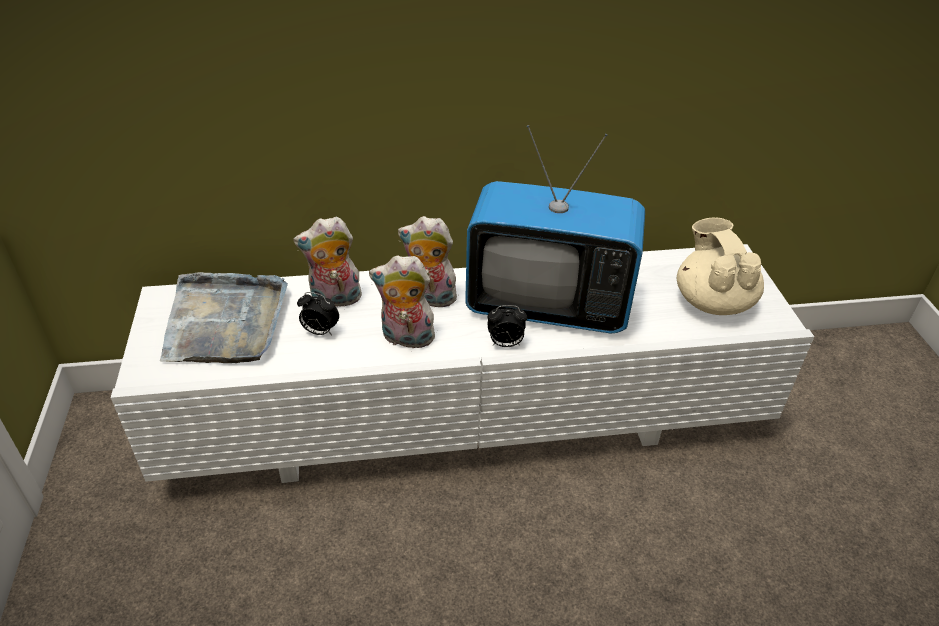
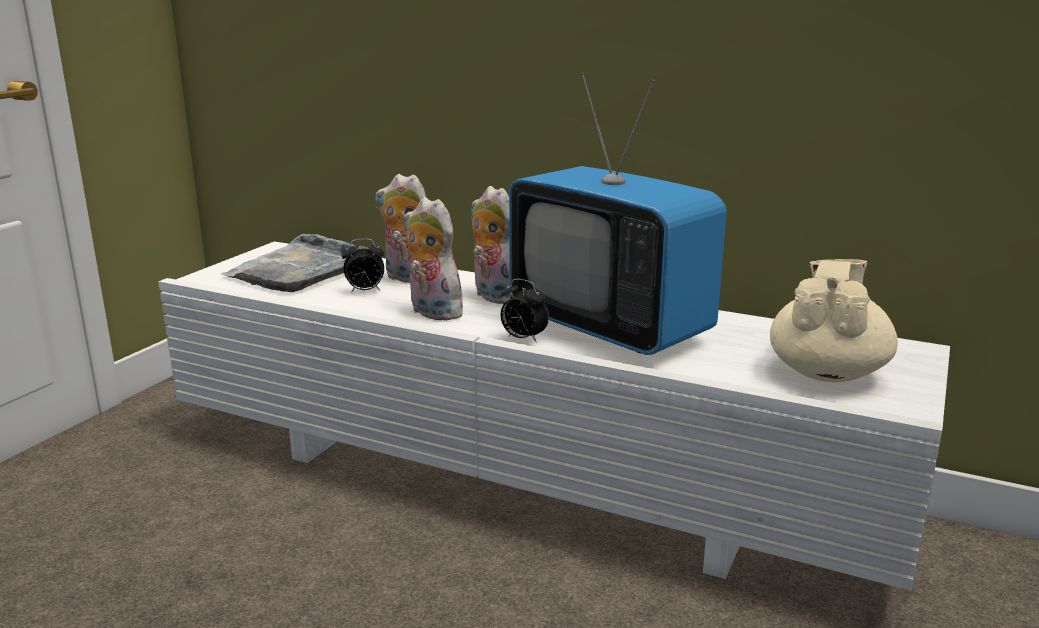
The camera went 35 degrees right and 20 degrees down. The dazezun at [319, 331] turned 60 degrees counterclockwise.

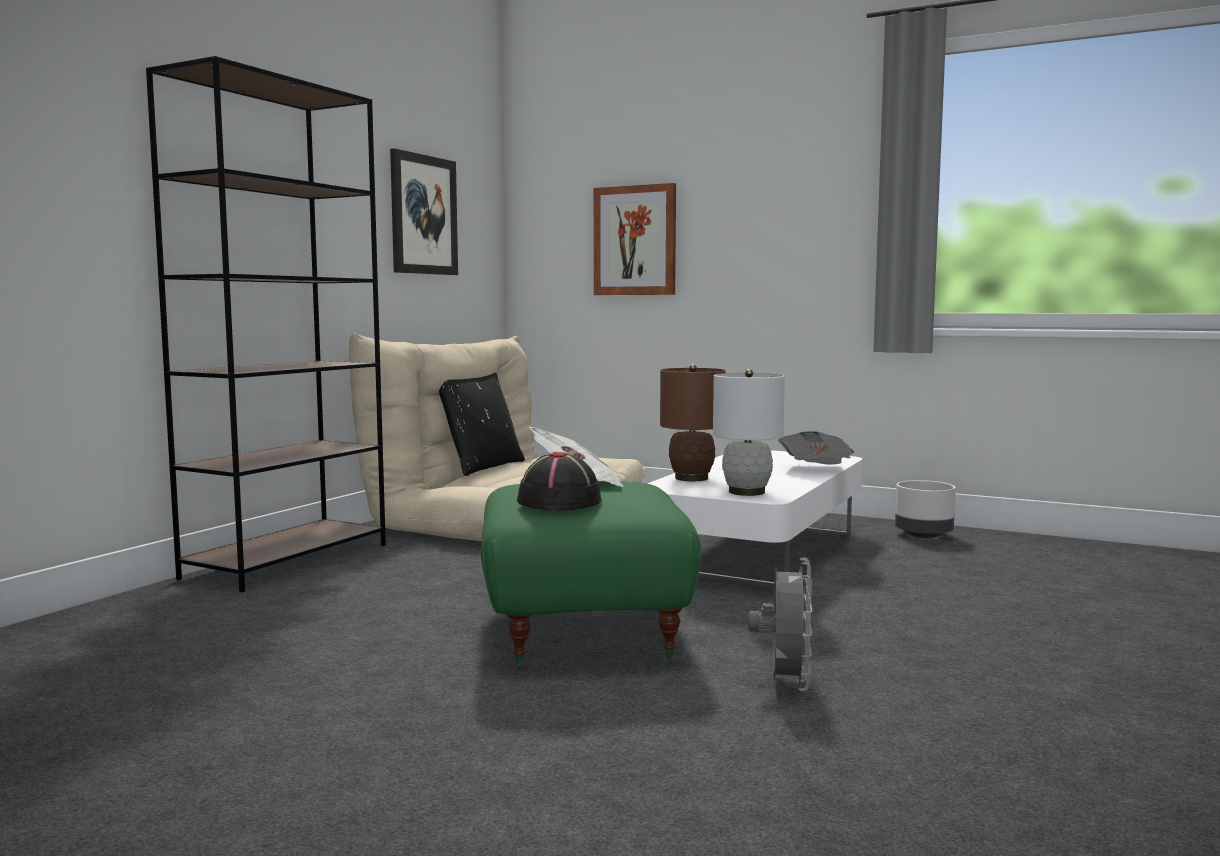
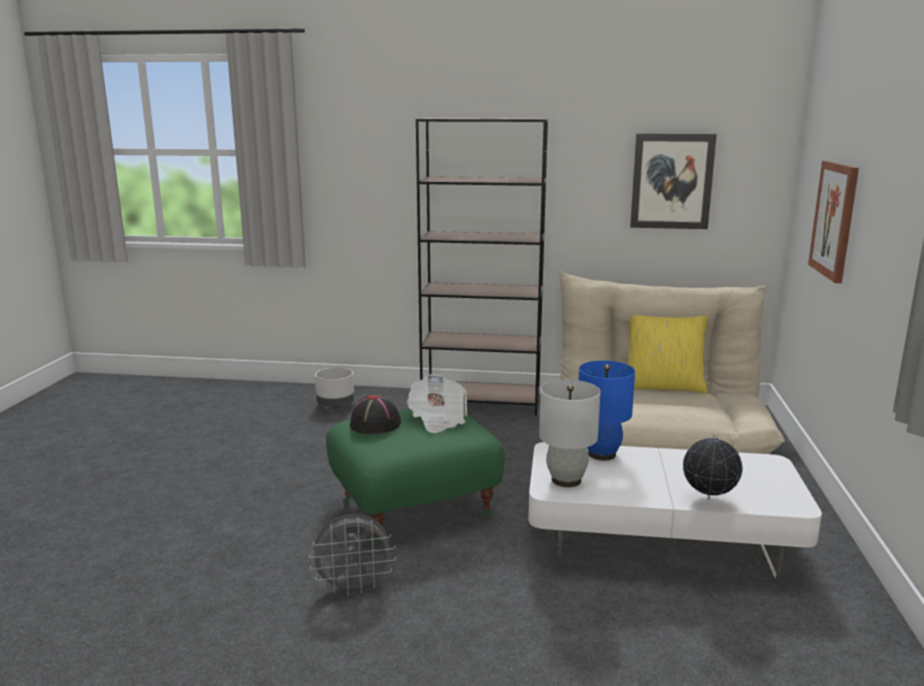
The camera went 70 degrees right and 10 degrees up. The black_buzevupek at [482, 467] became the yellow_buzevupek at [663, 386]. The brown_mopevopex at [692, 478] became the blue_mopevopex at [602, 454]. The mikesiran at [817, 469] was replaced by the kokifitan at [709, 499]. The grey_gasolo moved from [924, 535] to [336, 405].

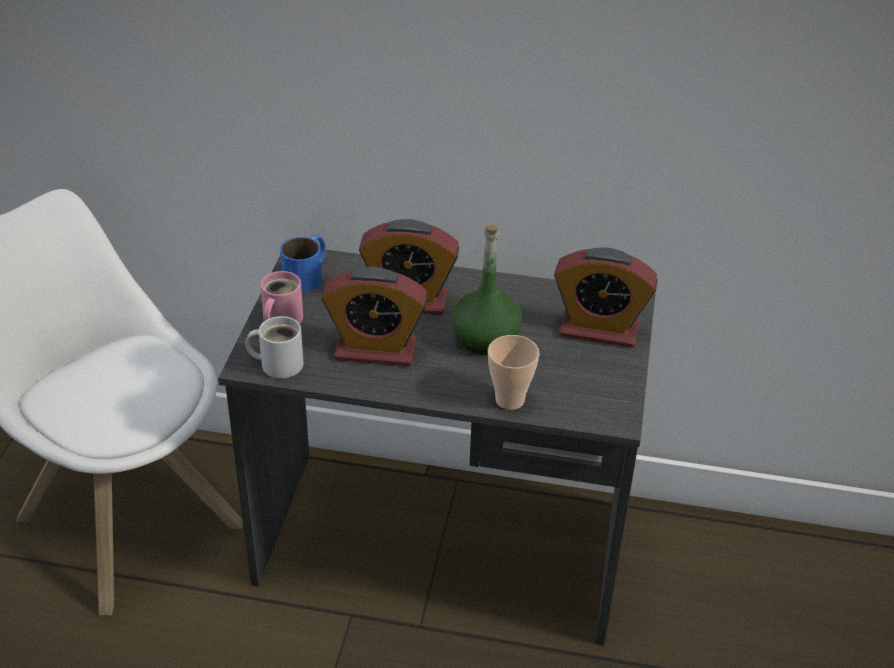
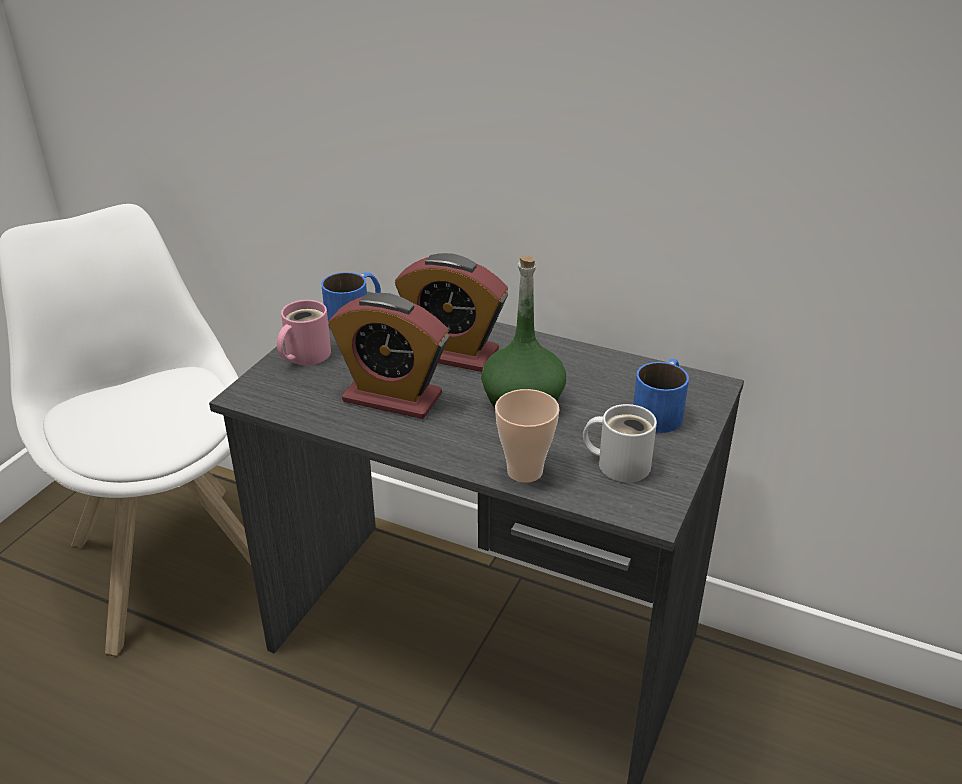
The camera went 15 degrees right and 5 degrees down. The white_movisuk moved from [278, 363] to [619, 463]. The dazezun at [598, 330] was replaced by the blue_movisuk at [661, 410].

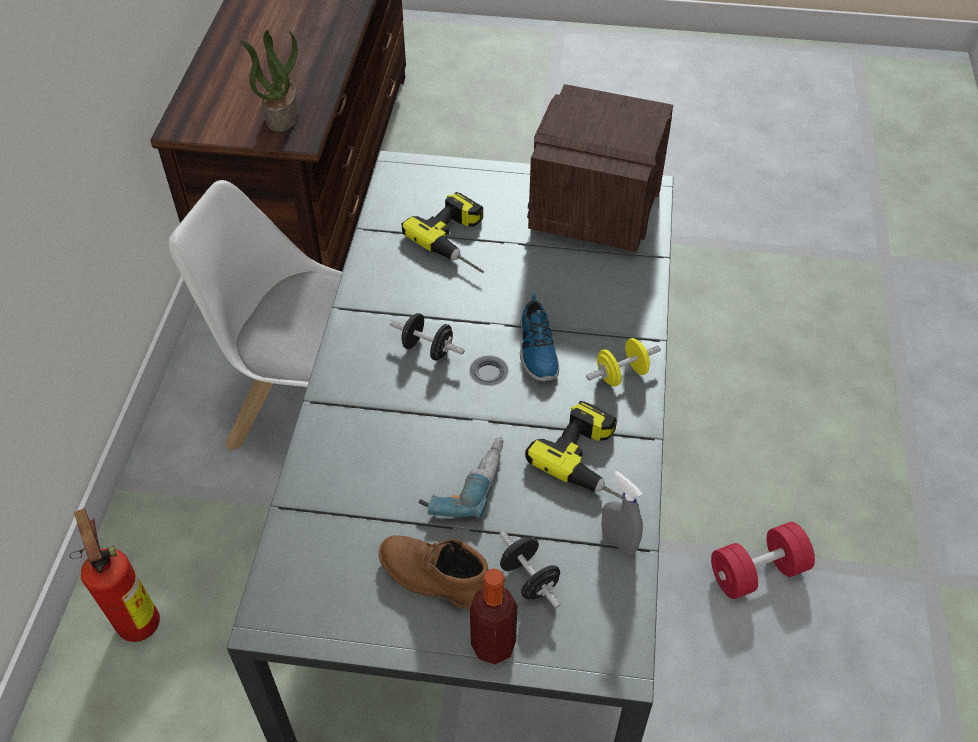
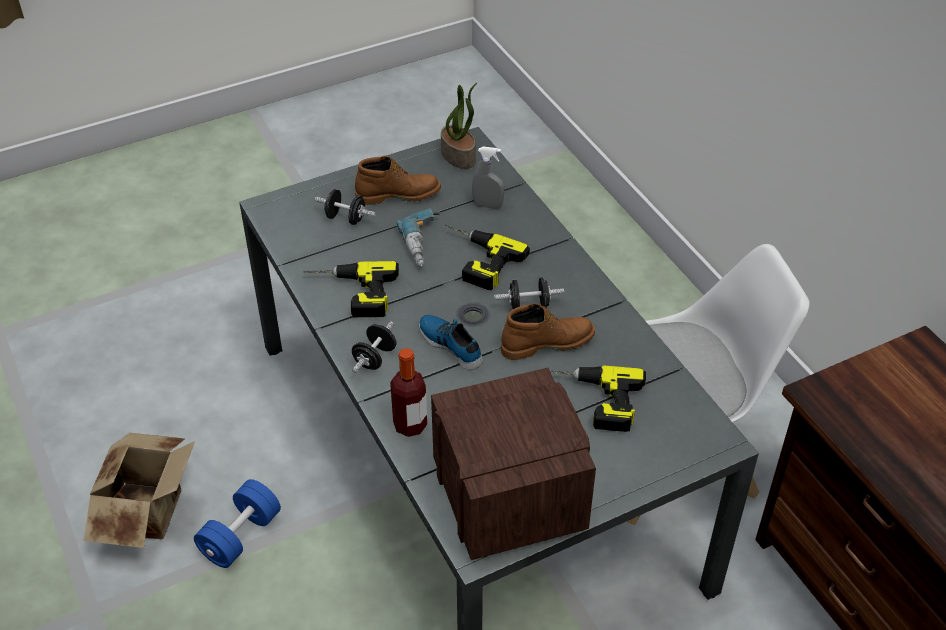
The camera went 145 degrees right and 5 degrees down. The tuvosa at [138, 618] disappeared. The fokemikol moved from [281, 115] to [459, 156]. The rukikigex moved from [493, 644] to [410, 425]. The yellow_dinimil at [621, 374] became the black_dinimil at [375, 358]. The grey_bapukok moved from [618, 541] to [487, 205]. The red_dinimil at [757, 572] became the blue_dinimil at [240, 536]. The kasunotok at [151, 511] appeared. The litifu at [474, 260] appeared. The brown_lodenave at [547, 342] appeared.

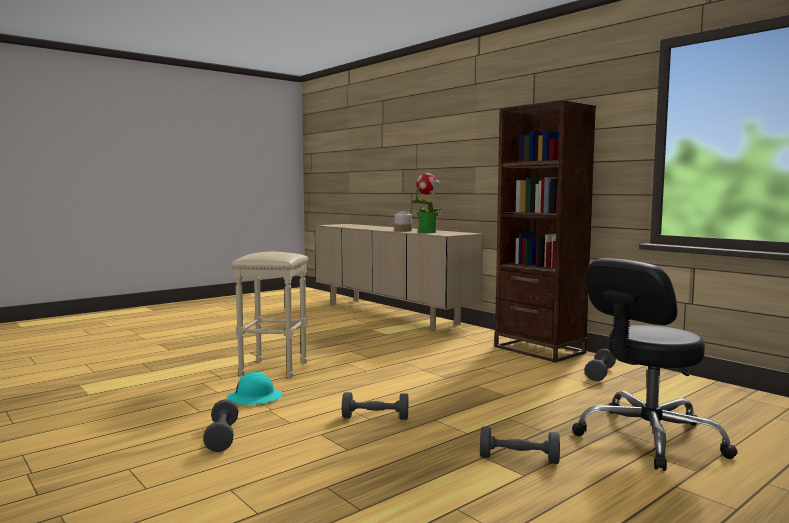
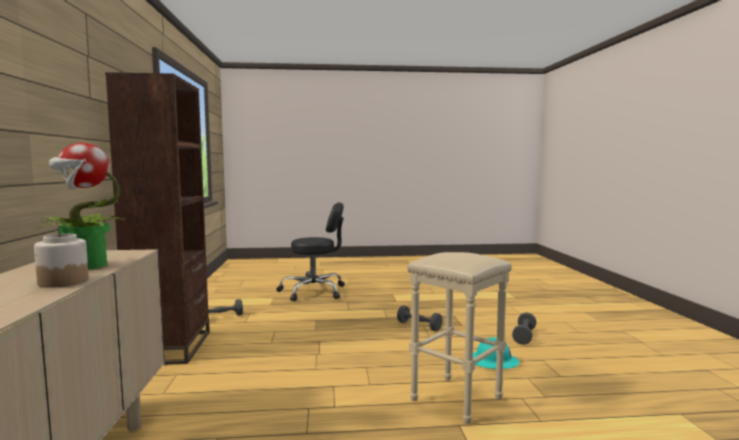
The camera went 145 degrees left and 0 degrees up. The grey_dinimil at [518, 459] disappeared.

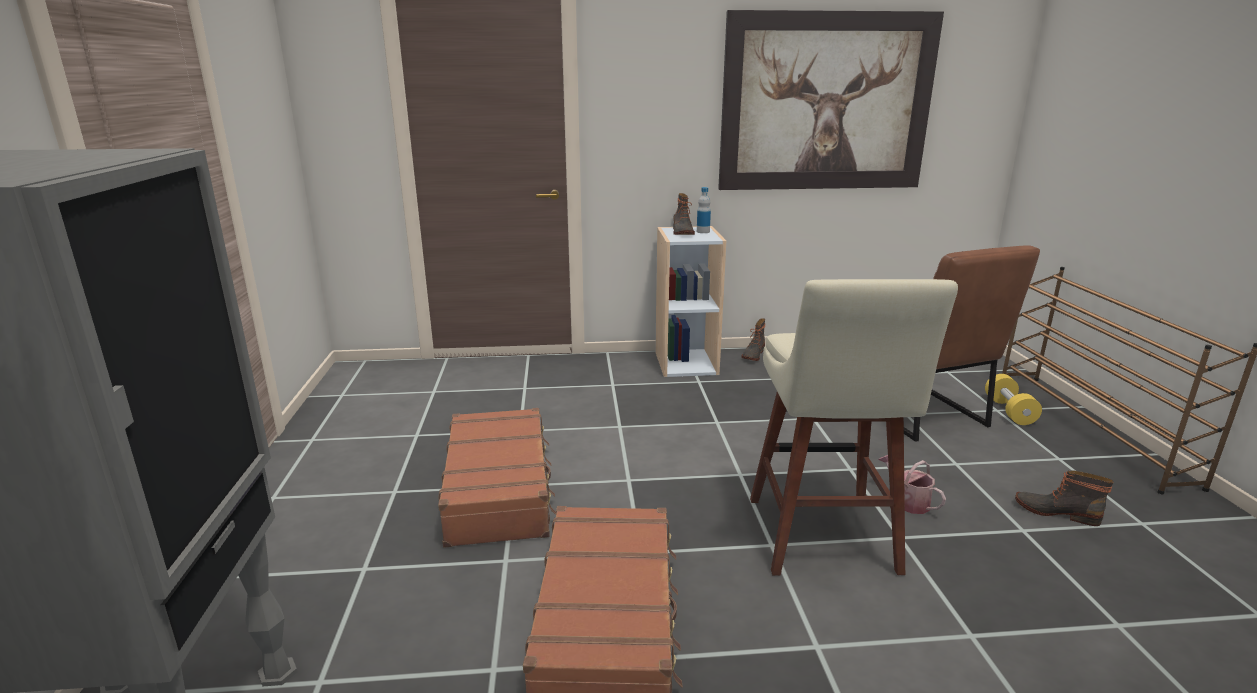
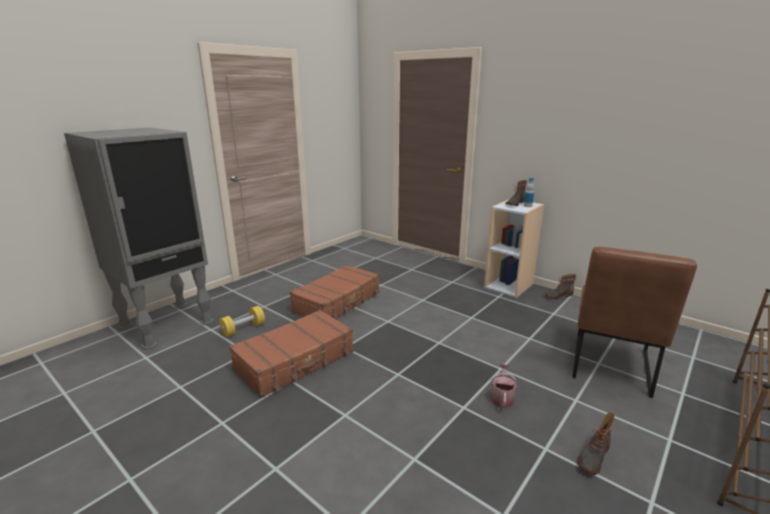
The camera went 45 degrees right and 0 degrees up. The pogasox at [826, 103] disappeared. The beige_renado at [821, 538] disappeared. The yellow_dinimil moved from [1009, 411] to [243, 329]. The lodenave at [1056, 511] turned 120 degrees counterclockwise.

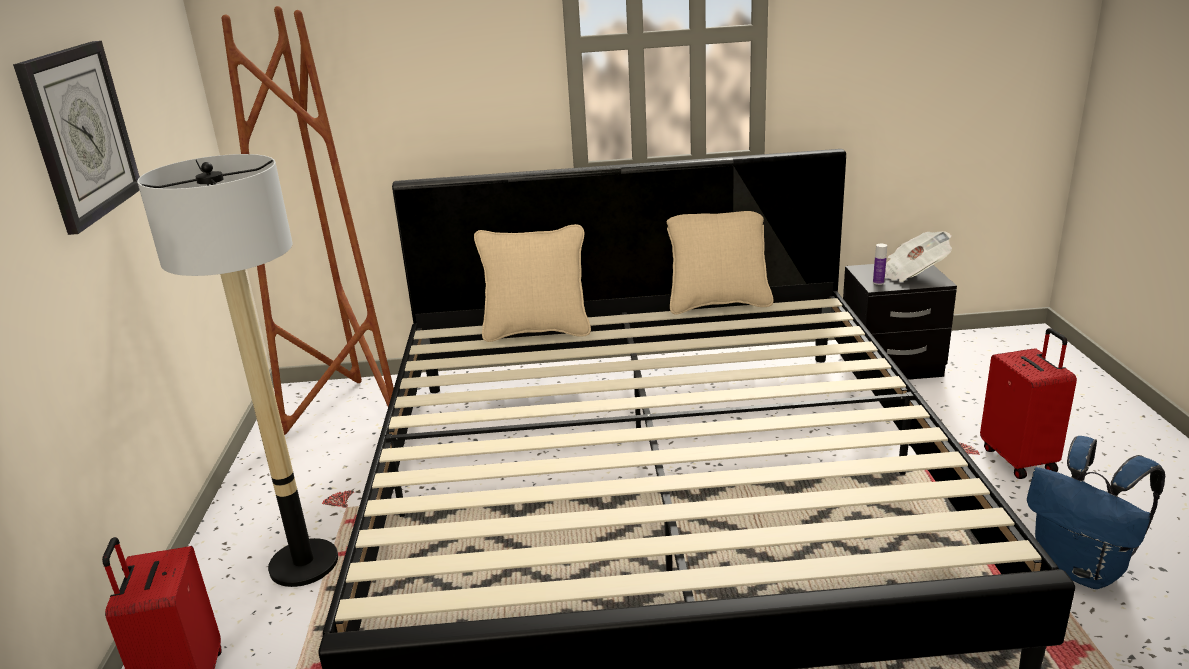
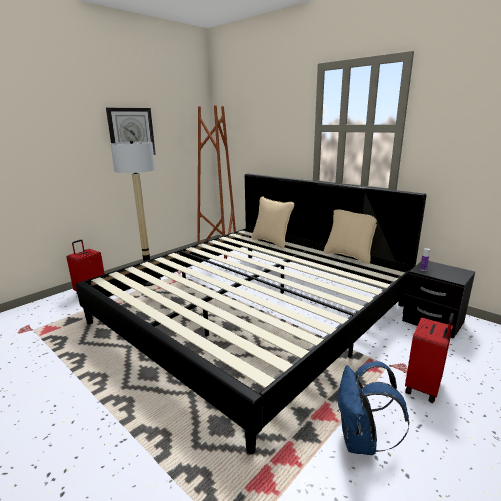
The camera went 45 degrees right and 5 degrees down. The mikesiran at [911, 274] disappeared.

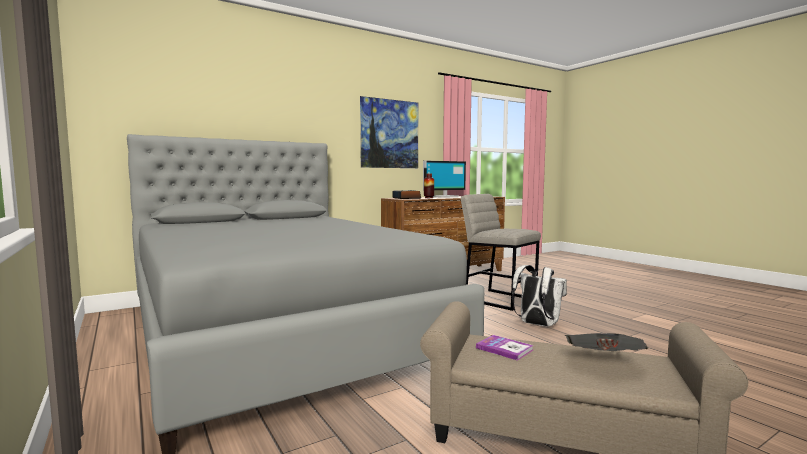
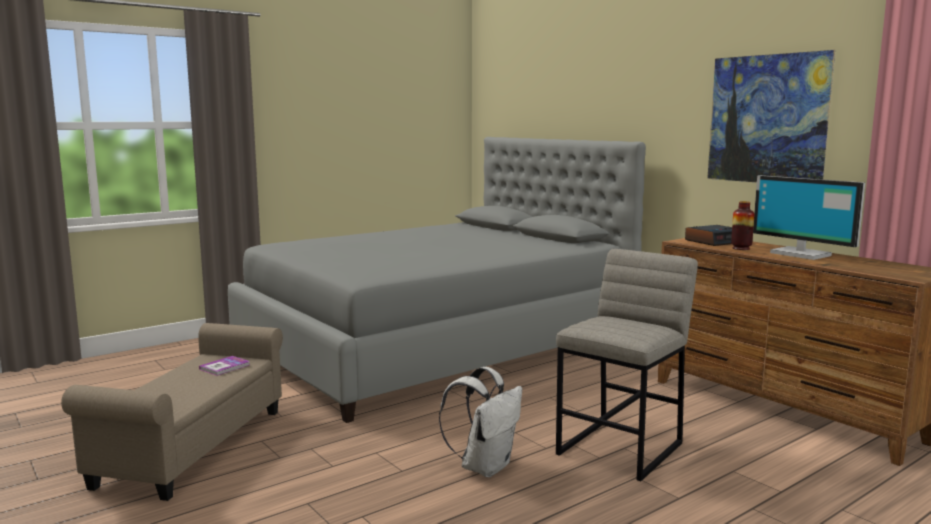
The camera went 85 degrees right and 5 degrees up. The mikesiran at [603, 363] disappeared.

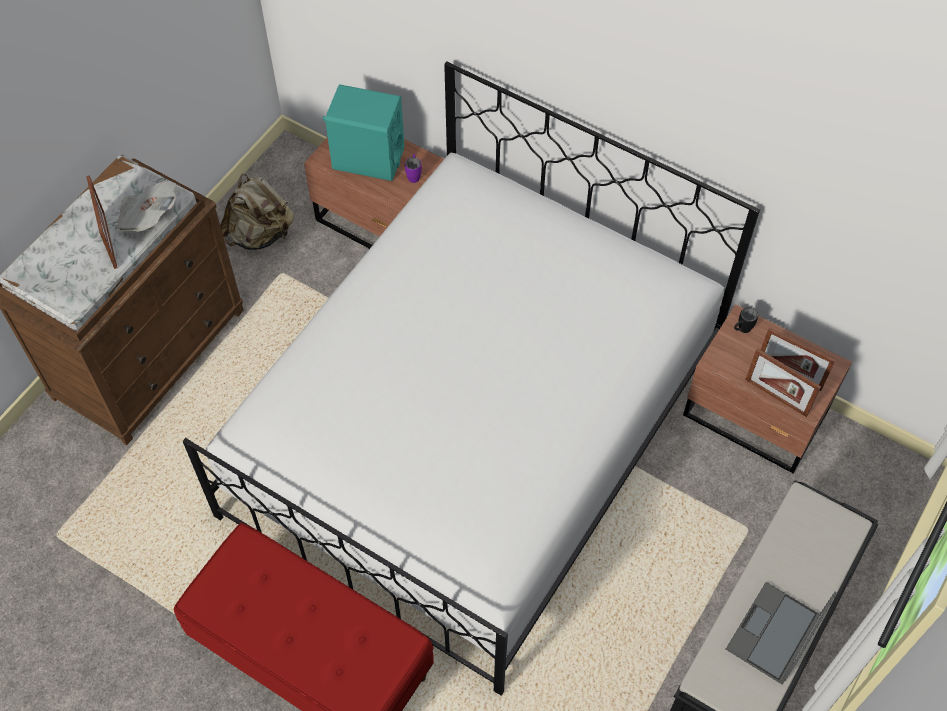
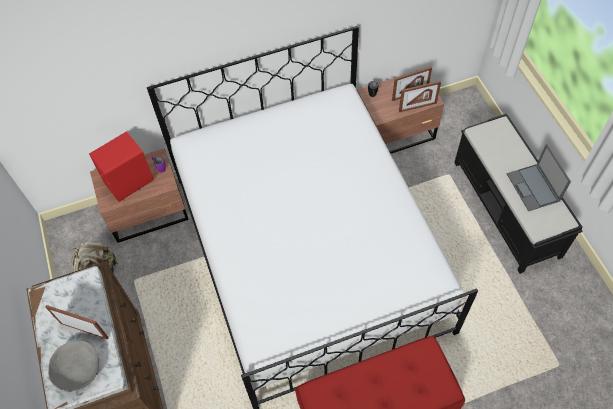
The camera went 50 degrees left and 0 degrees up. The mikesiran at [148, 217] disappeared. The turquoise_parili at [368, 159] became the red_parili at [128, 182]. The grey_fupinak at [78, 370] appeared.

